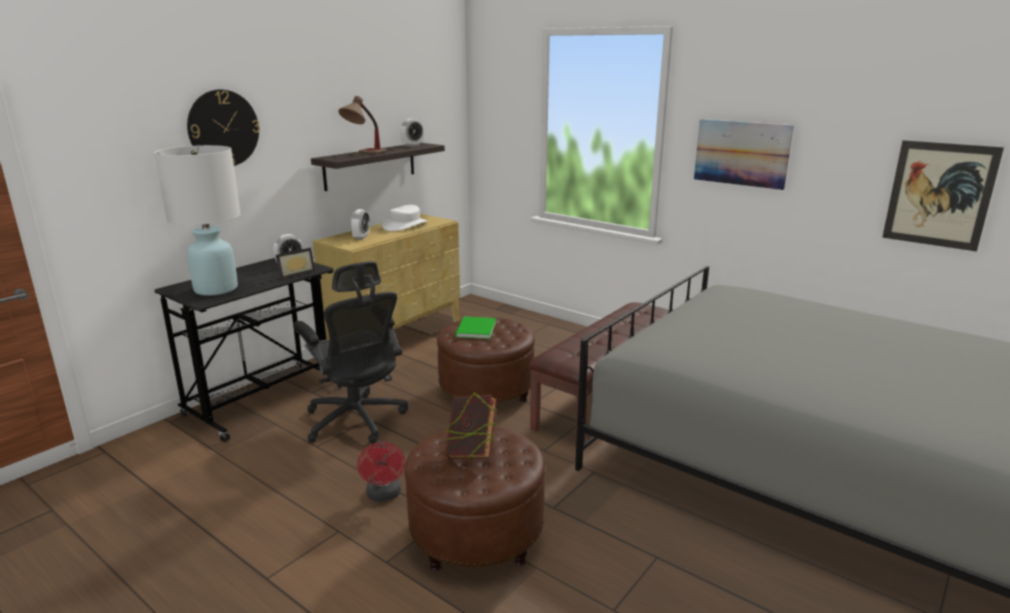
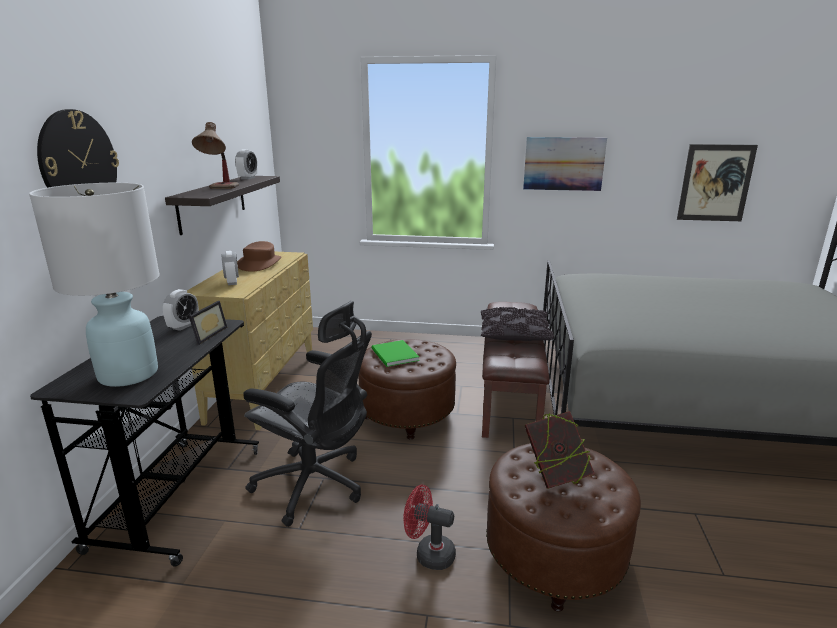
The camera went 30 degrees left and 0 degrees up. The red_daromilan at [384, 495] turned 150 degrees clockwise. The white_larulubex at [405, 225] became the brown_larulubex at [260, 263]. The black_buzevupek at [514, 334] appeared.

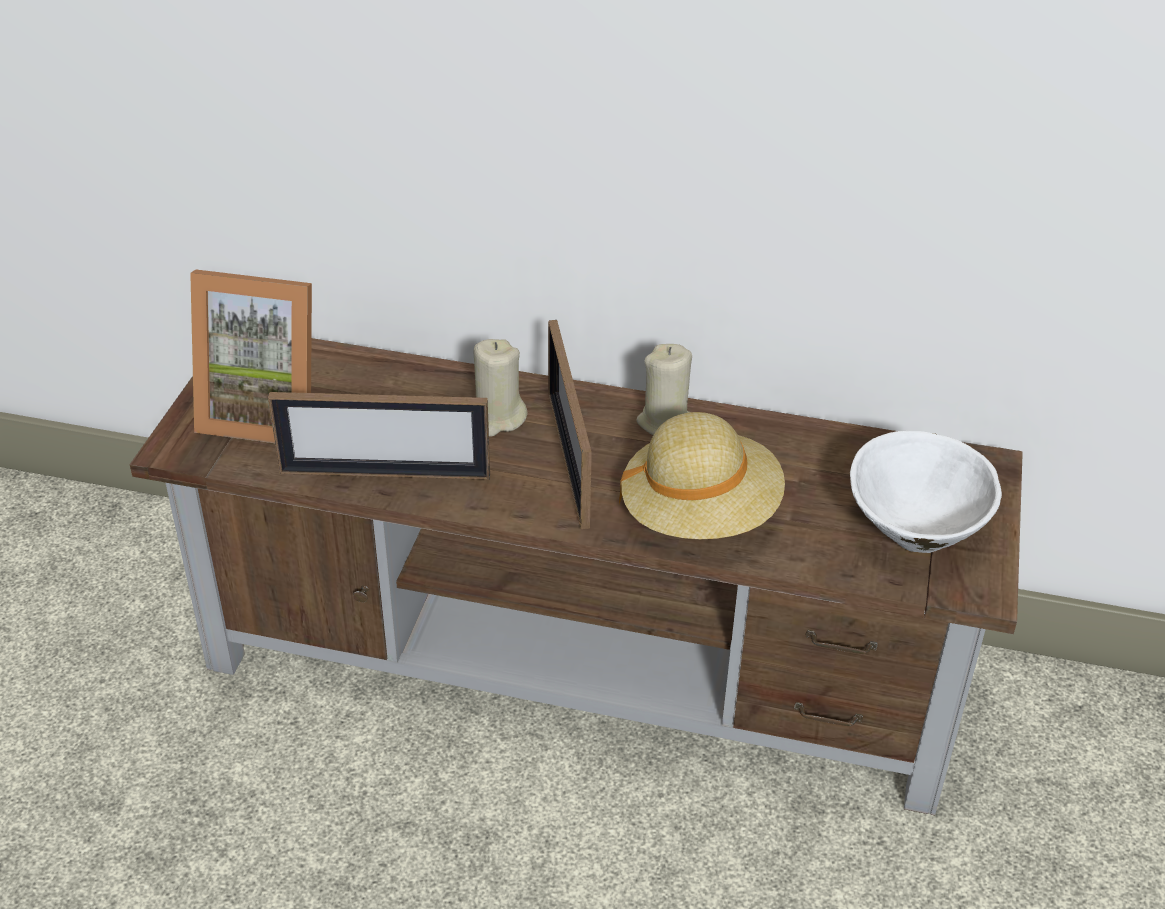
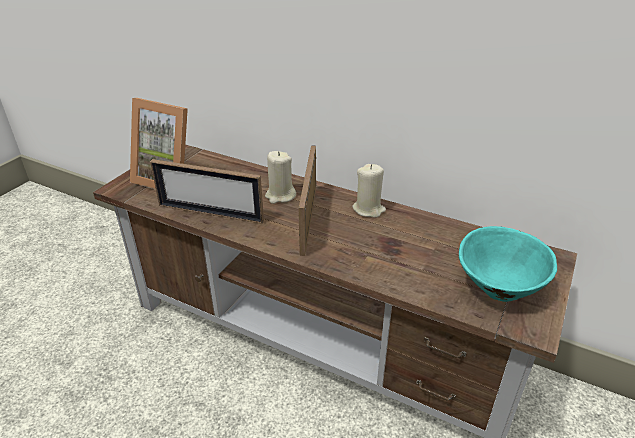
The camera went 15 degrees right and 5 degrees down. The beige_larulubex at [700, 513] disappeared. The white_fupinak at [914, 529] became the turquoise_fupinak at [499, 286].

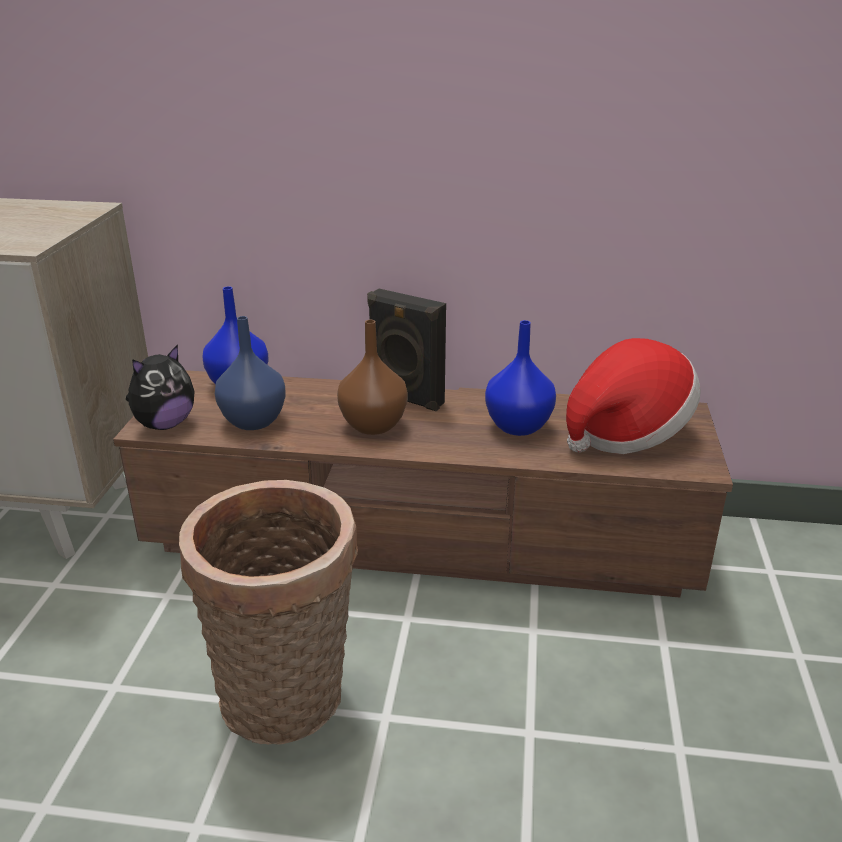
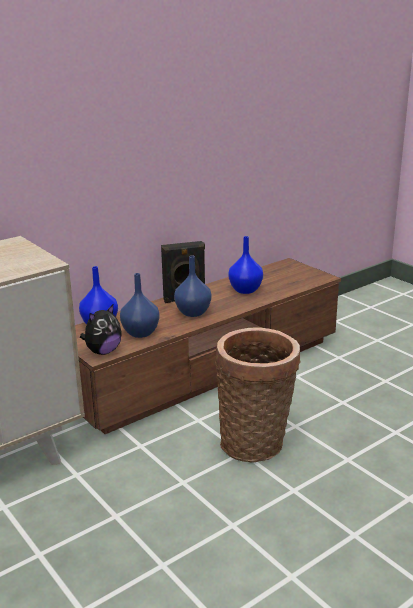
The camera went 45 degrees left and 5 degrees down. The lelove at [164, 424] turned 45 degrees clockwise. The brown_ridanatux at [375, 425] became the blue_ridanatux at [193, 312]. The larulubex at [626, 432] disappeared.

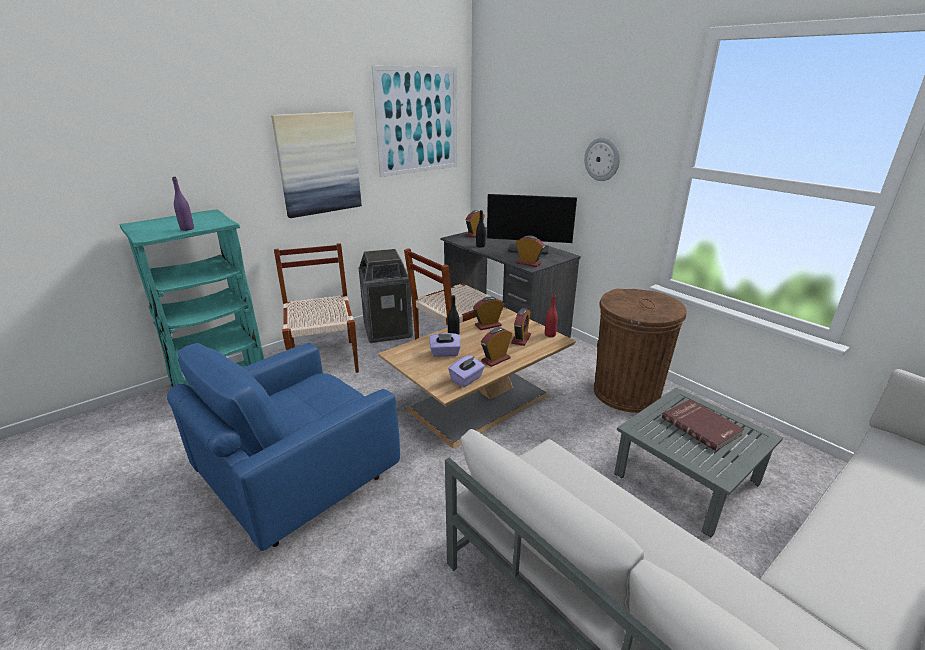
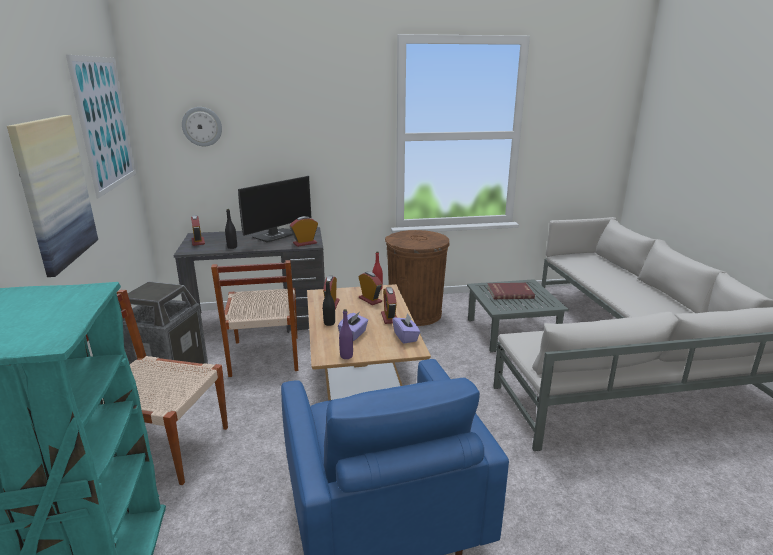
The camera went 60 degrees left and 5 degrees down. The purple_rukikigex moved from [187, 229] to [346, 356]. The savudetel moved from [602, 159] to [202, 126].

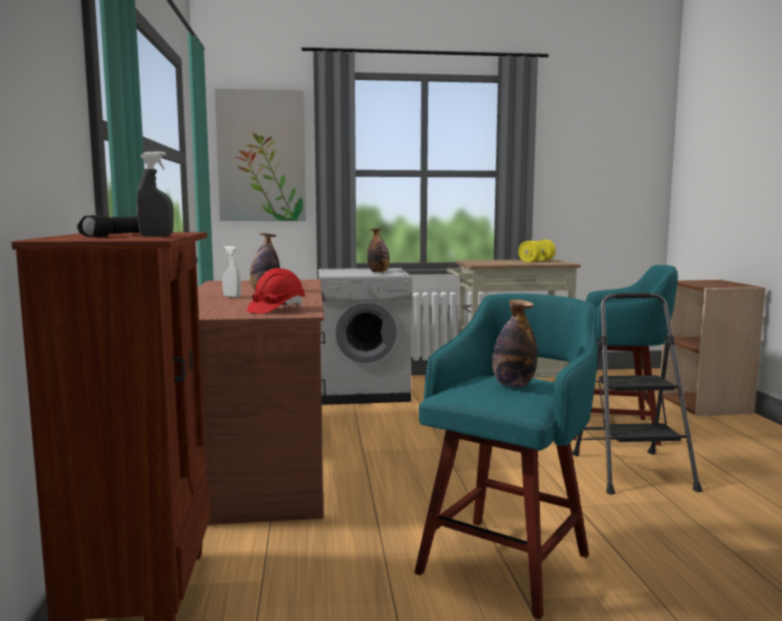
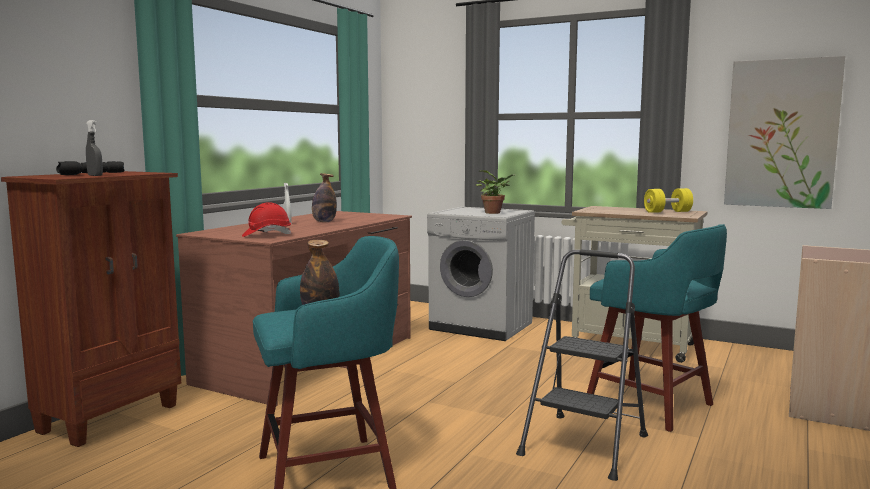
The camera went 35 degrees right and 0 degrees up. The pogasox moved from [261, 156] to [781, 134]. The rukikigex at [378, 272] was replaced by the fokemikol at [494, 213].

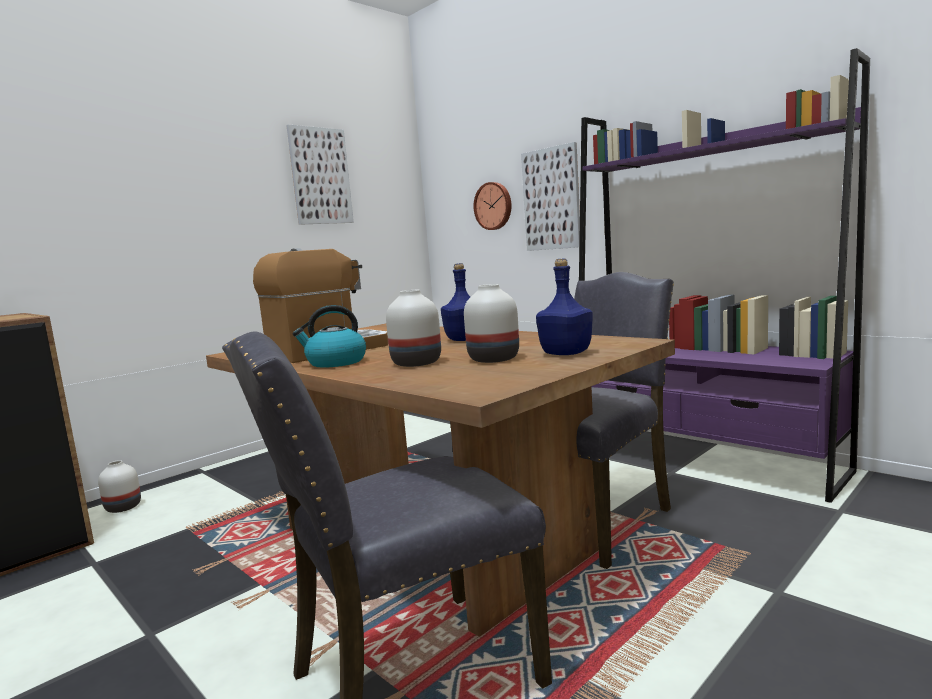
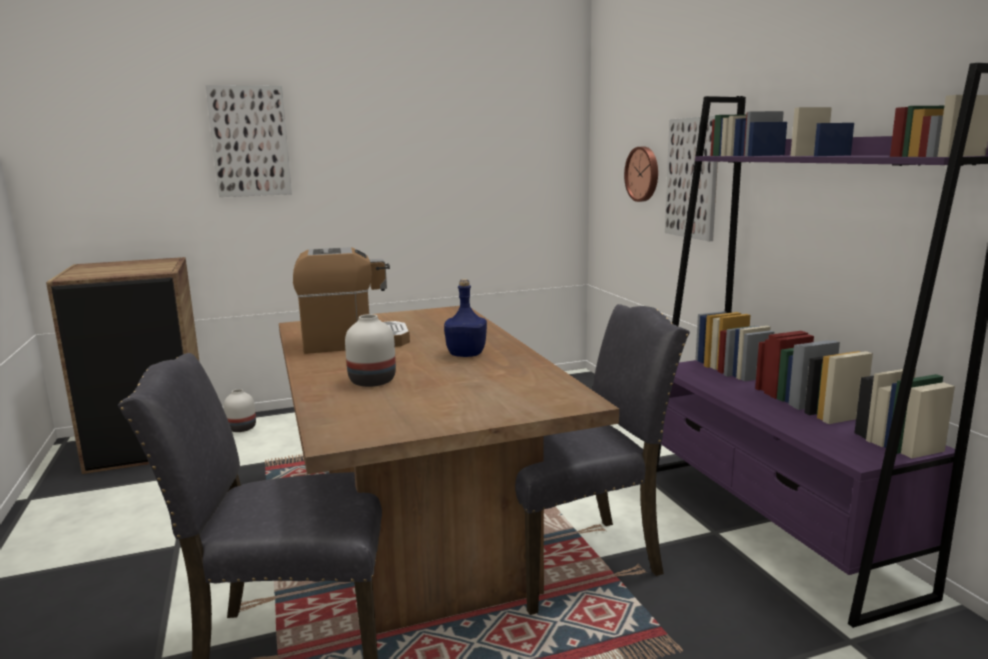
The camera went 25 degrees right and 5 degrees up. The pogasox moved from [320, 176] to [250, 141]. The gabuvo at [335, 362] disappeared. The white_ridanatux at [495, 359] disappeared. The blue_rukikigex at [566, 353] disappeared.

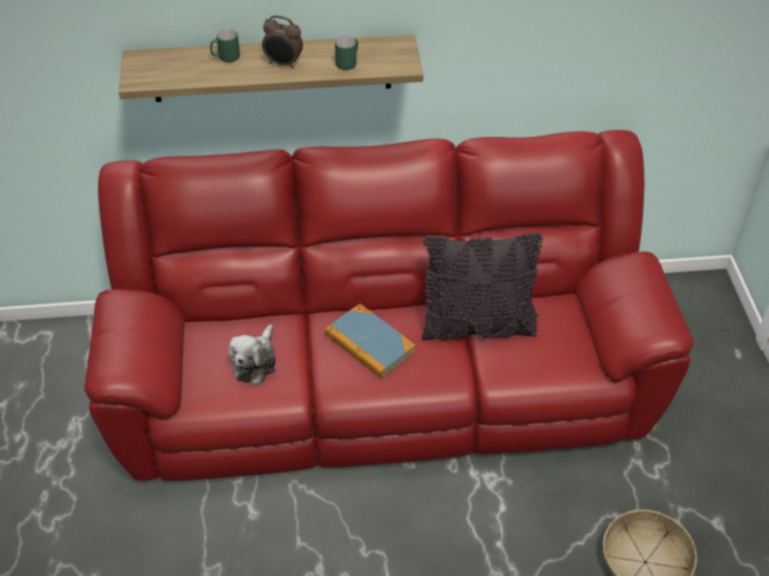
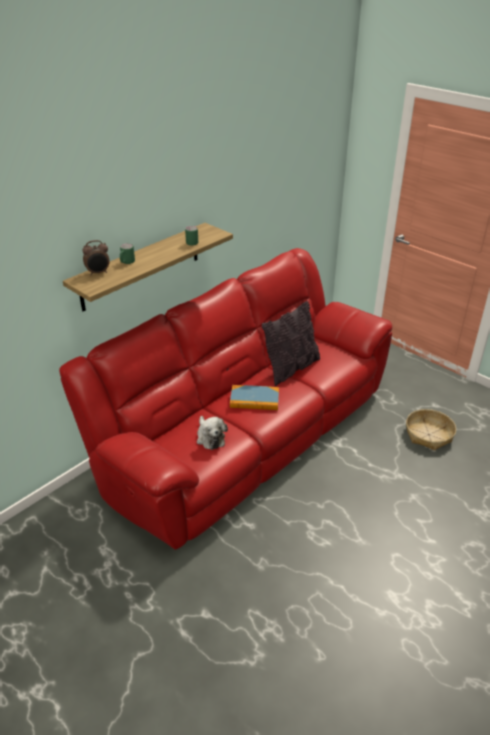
The camera went 40 degrees left and 10 degrees down. The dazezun moved from [283, 64] to [98, 273].

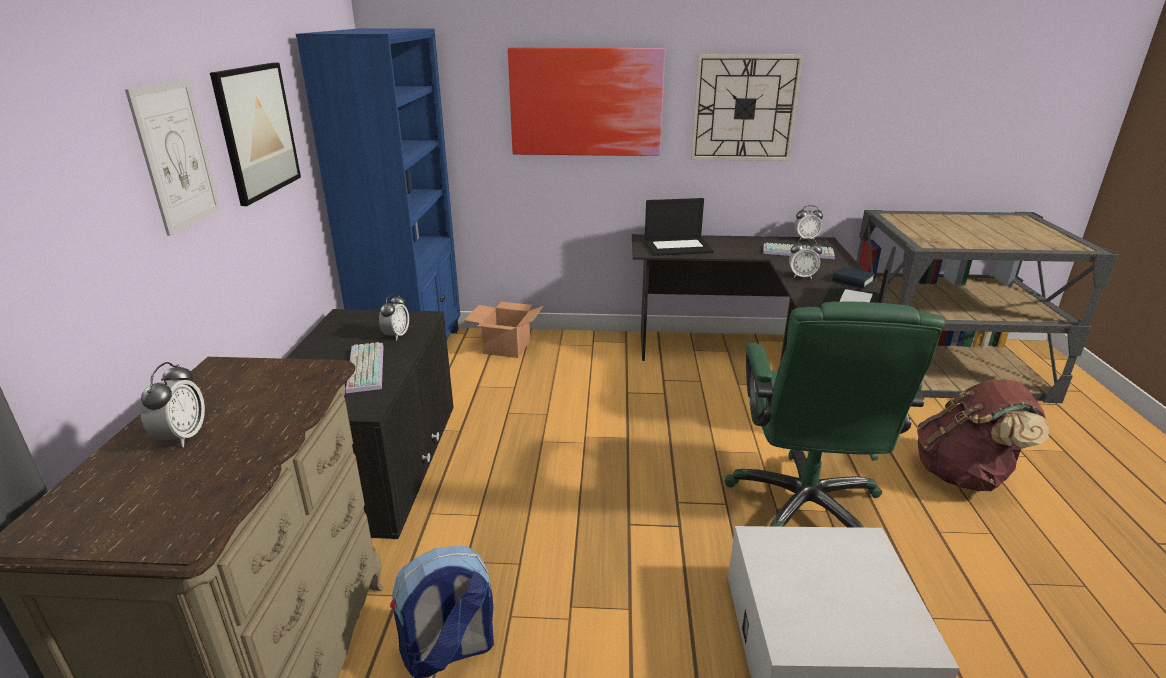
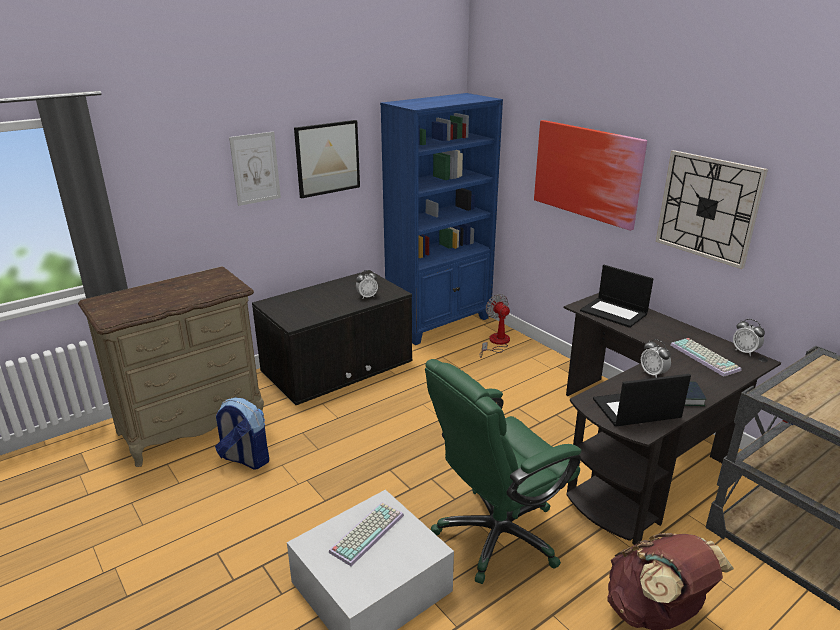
The camera went 50 degrees right and 0 degrees up. The dazezun at [182, 437] disappeared. The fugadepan moved from [364, 367] to [367, 532]. The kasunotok at [507, 347] was replaced by the daromilan at [496, 343].

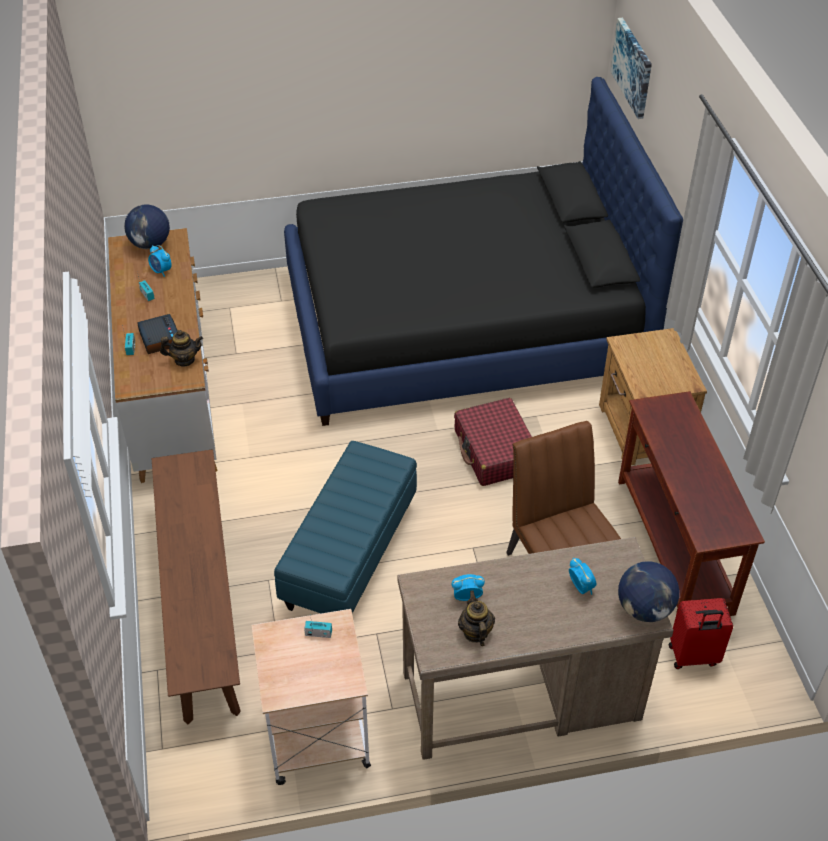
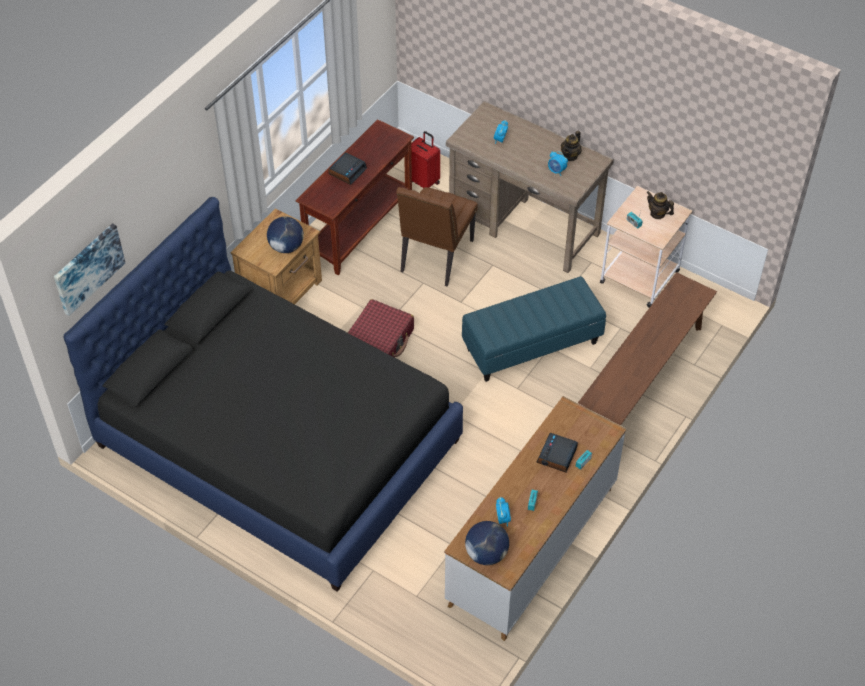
The camera went 135 degrees left and 5 degrees up. The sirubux moved from [184, 360] to [657, 214]. The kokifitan moved from [644, 609] to [286, 247]. The dazezun at [347, 171] appeared.

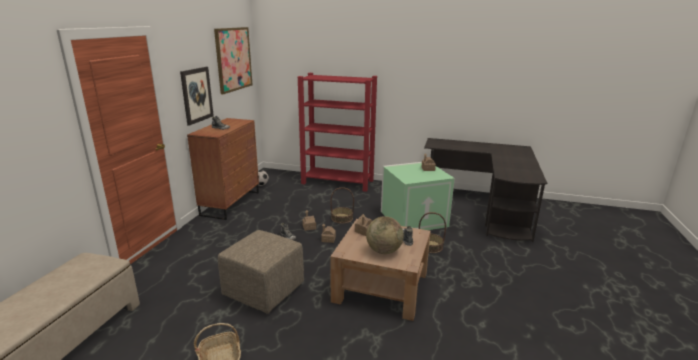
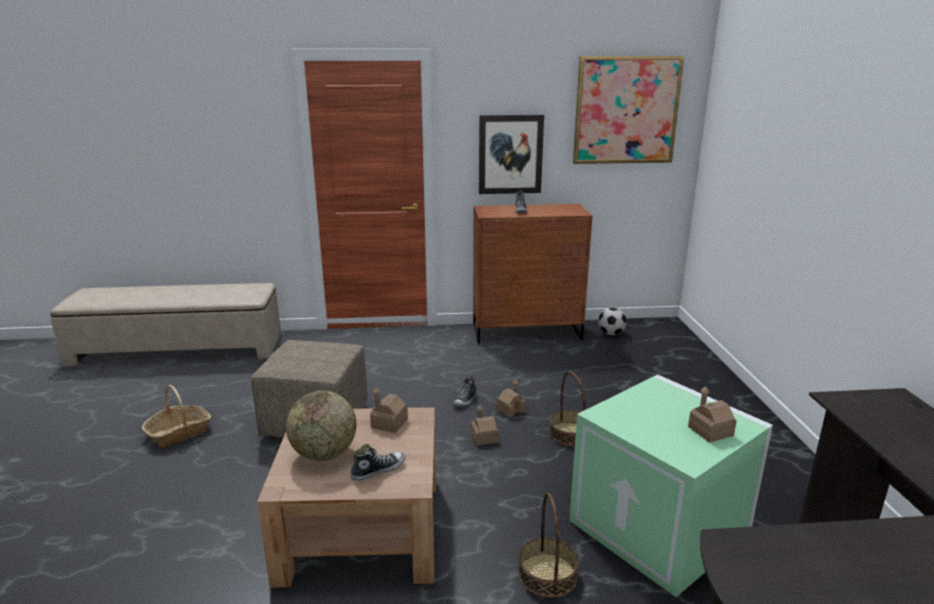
The camera went 70 degrees right and 0 degrees up. The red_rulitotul at [337, 182] disappeared.

